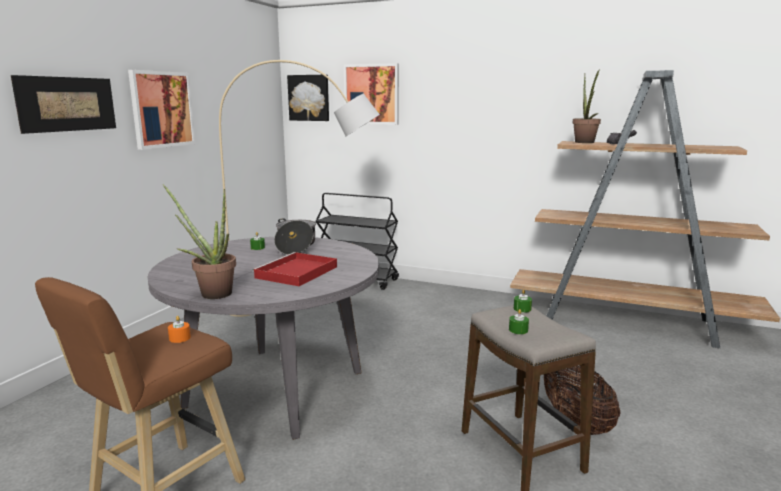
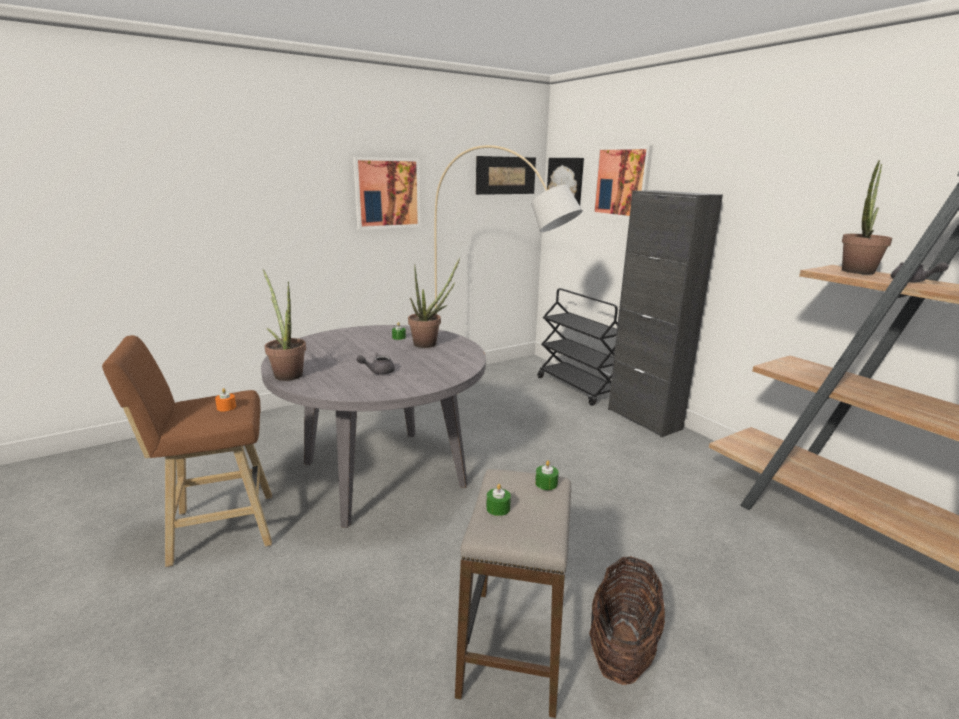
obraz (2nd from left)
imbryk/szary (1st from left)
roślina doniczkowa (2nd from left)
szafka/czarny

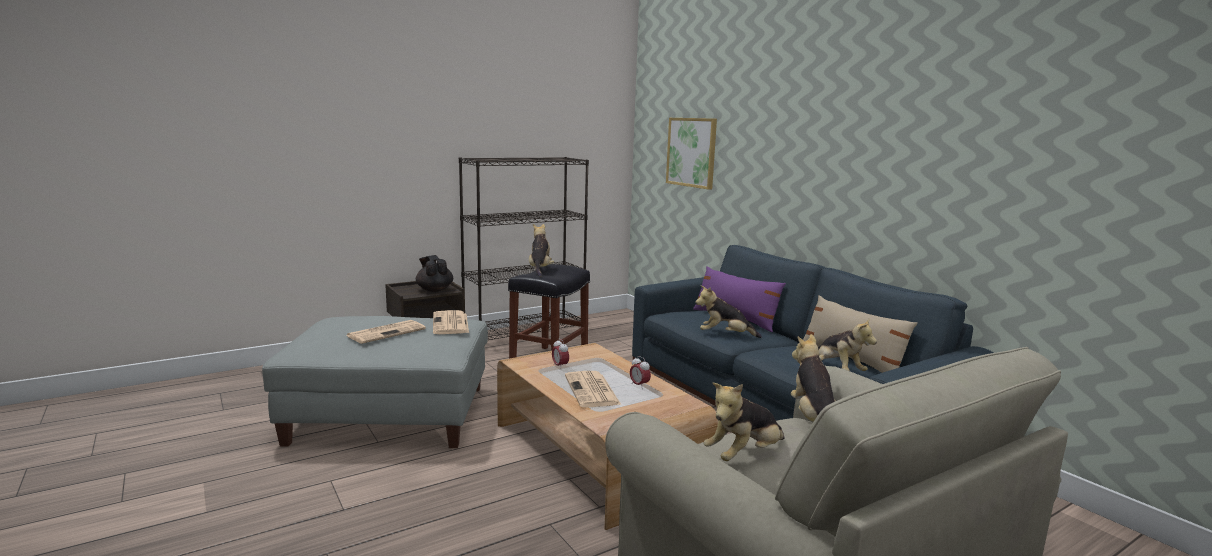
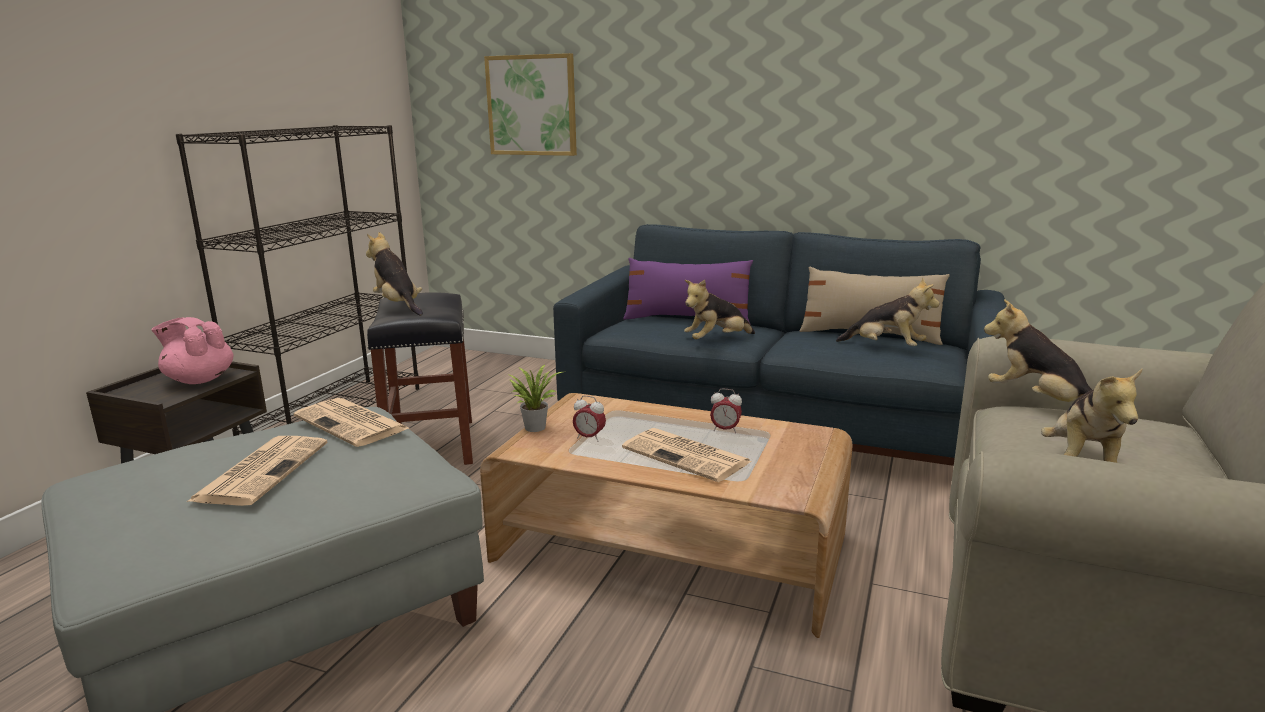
imbryk/różowy
roślina doniczkowa

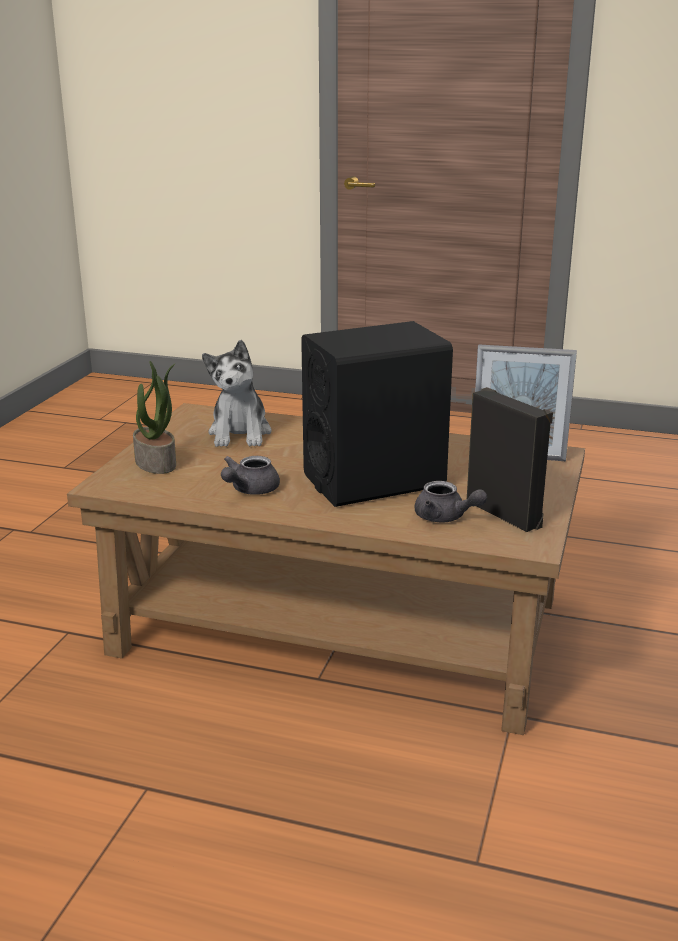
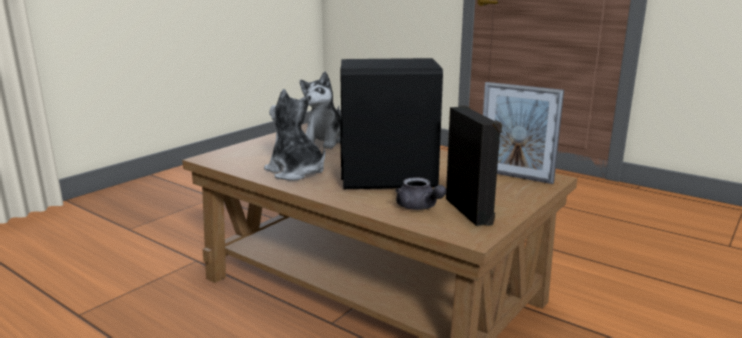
roślina doniczkowa
pluszak (1st from left)

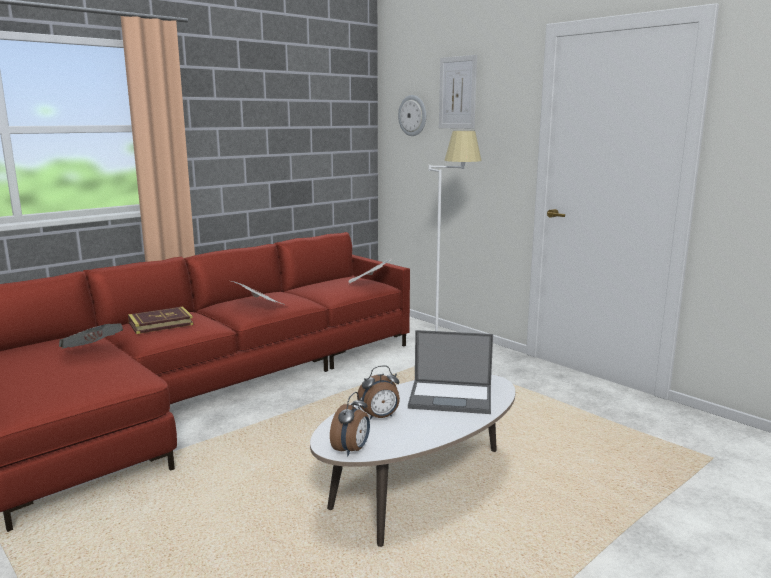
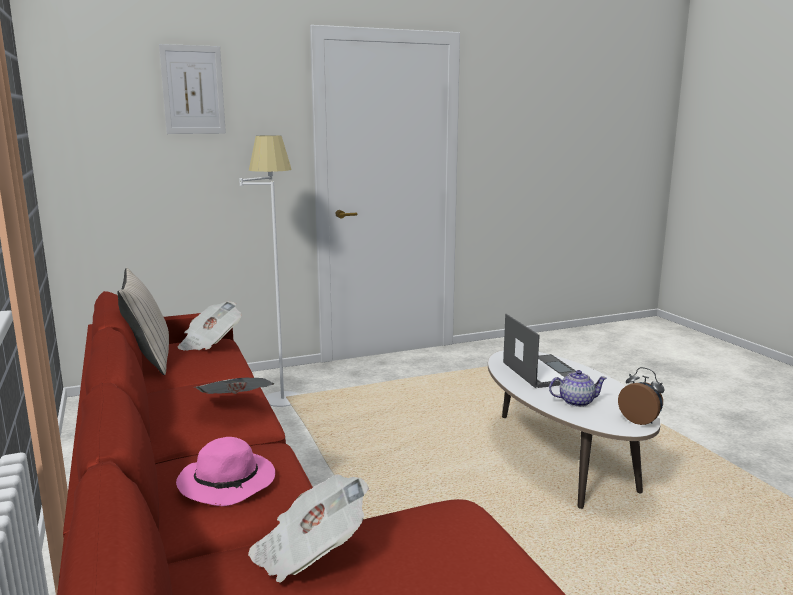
kapelusz/różowy
imbryk
zegar ścienny
laptop
poduszka/beżowy

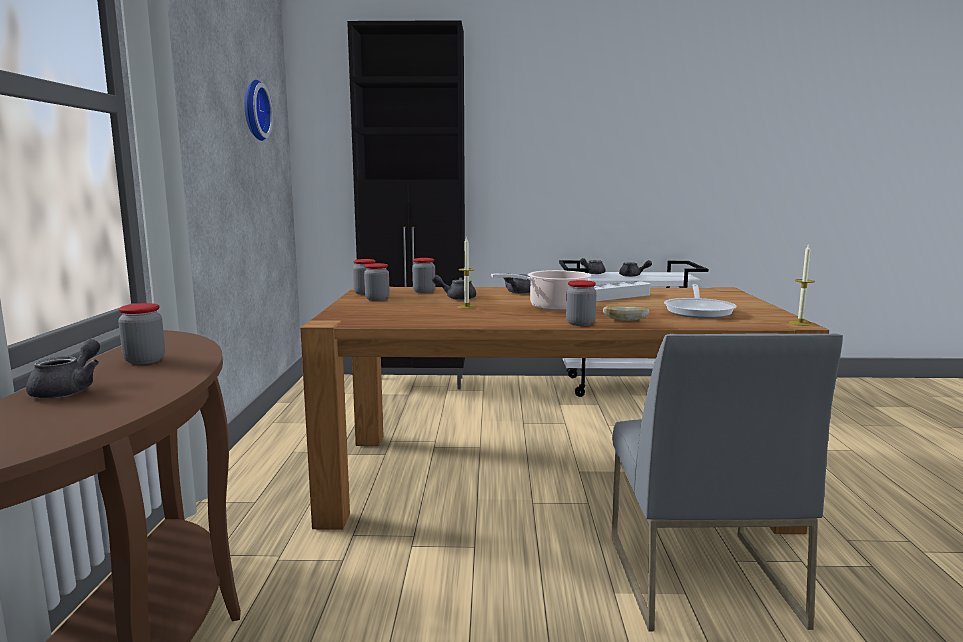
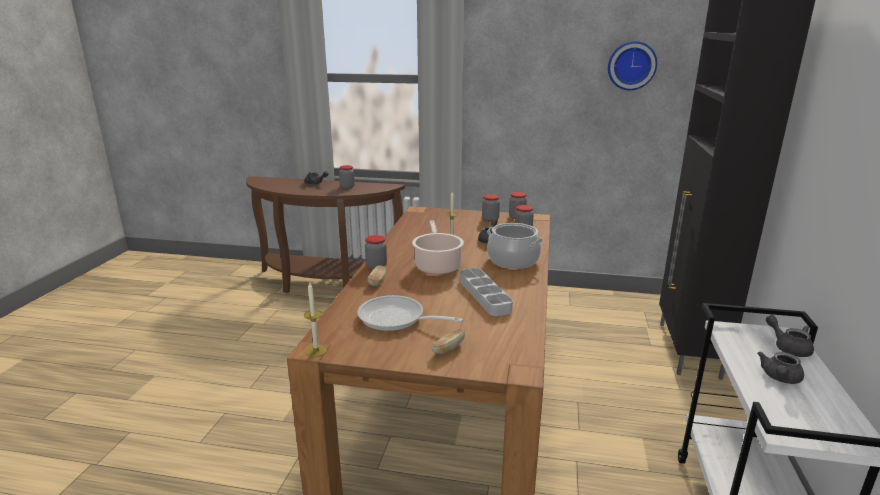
garnek (2nd from left)
krzesło/szary
chleb (2nd from left)

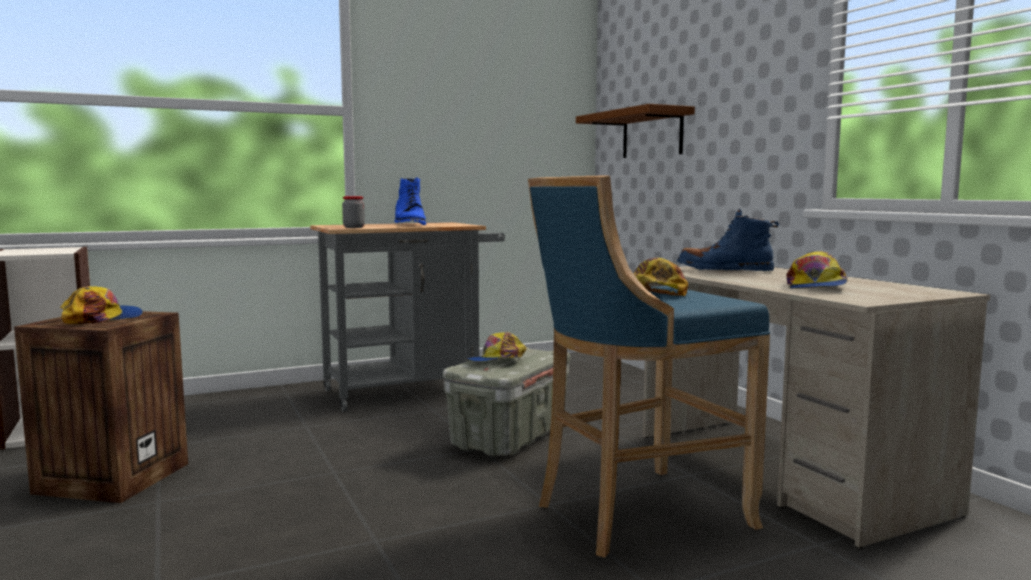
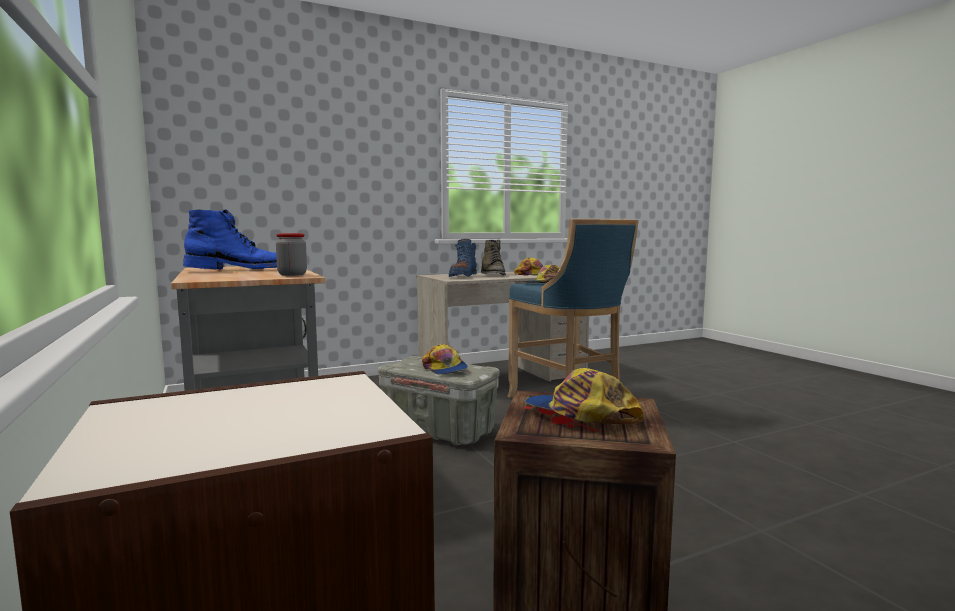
półka/brązowy
but z cholewką/zielony

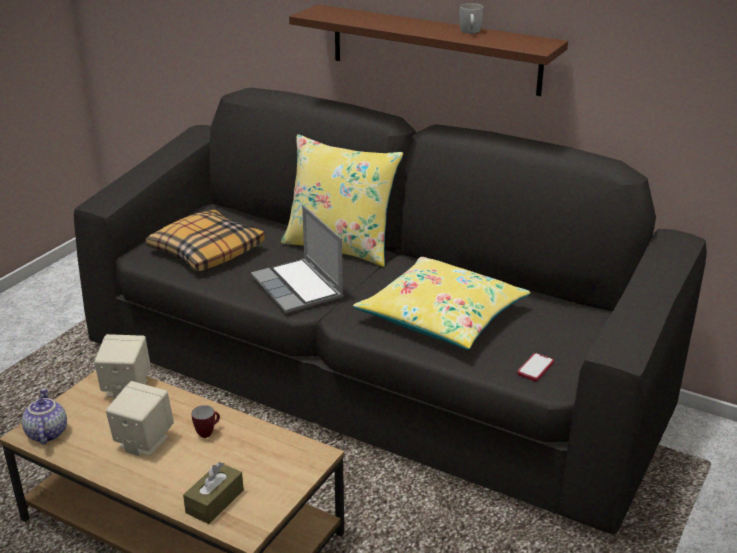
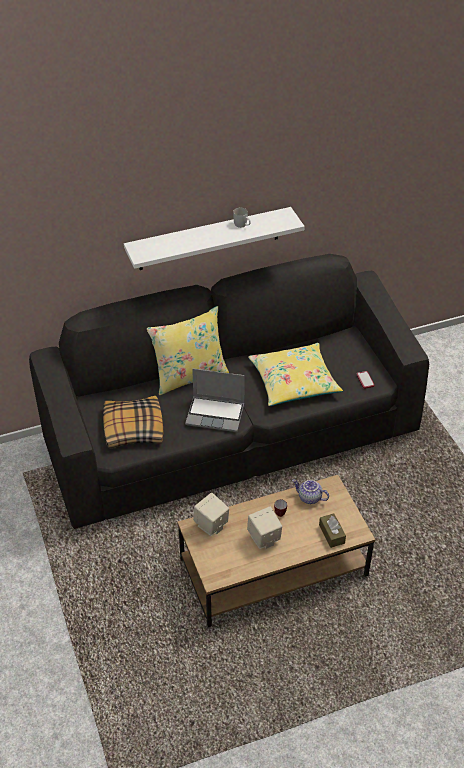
imbryk
półka/biały

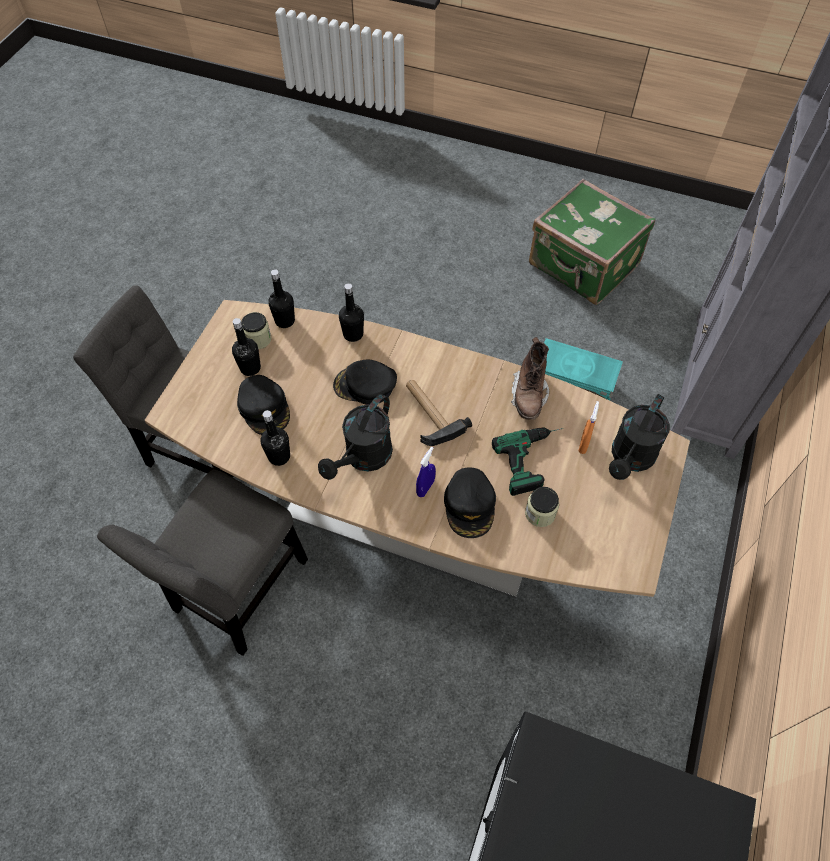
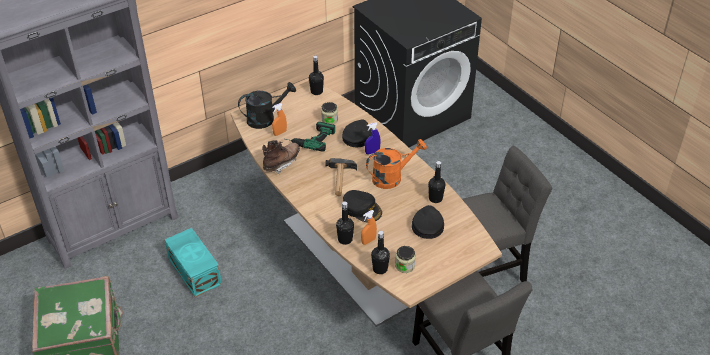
butelka/czarny (1st from left)
konewka/pomarańczowy
spryskiwacz/pomarańczowy (2nd from left)

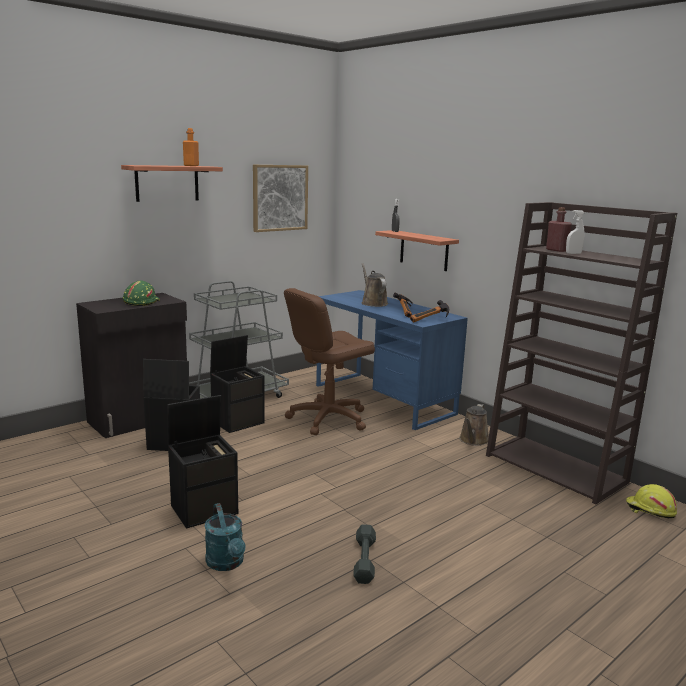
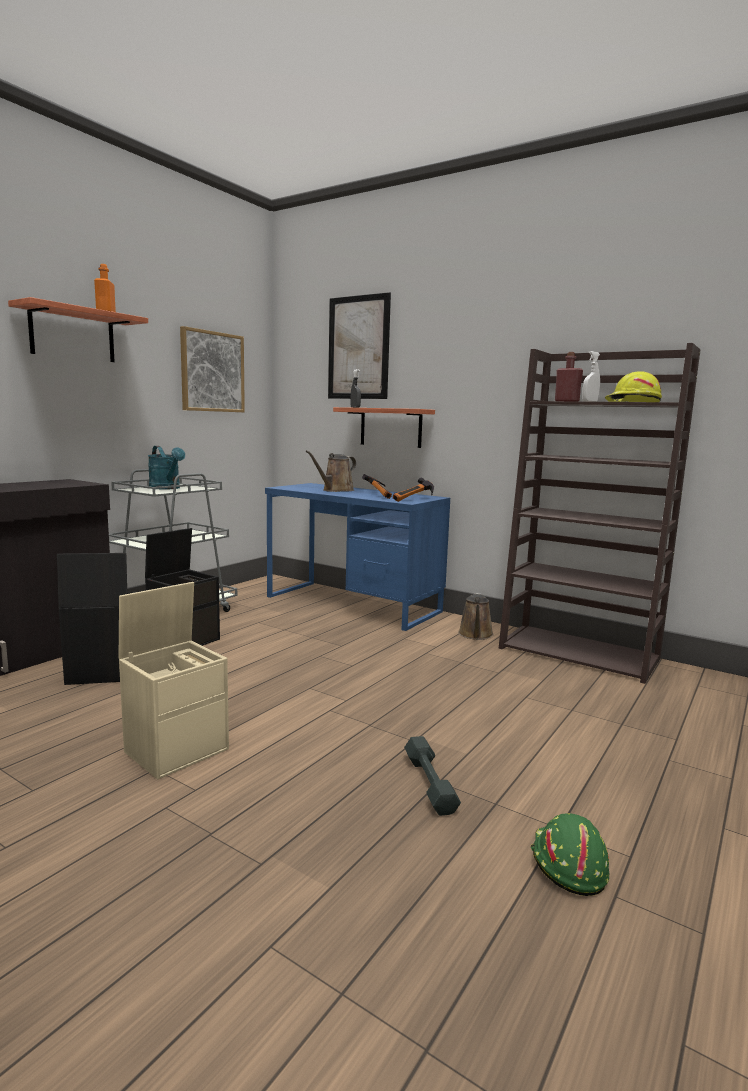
kask/zielony
pojemnik do przechowywania/beżowy
konewka/turkusowy
krzesło biurowe/brązowy
konewka/brązowy (1st from left)
kask/żółty
obraz (2nd from left)

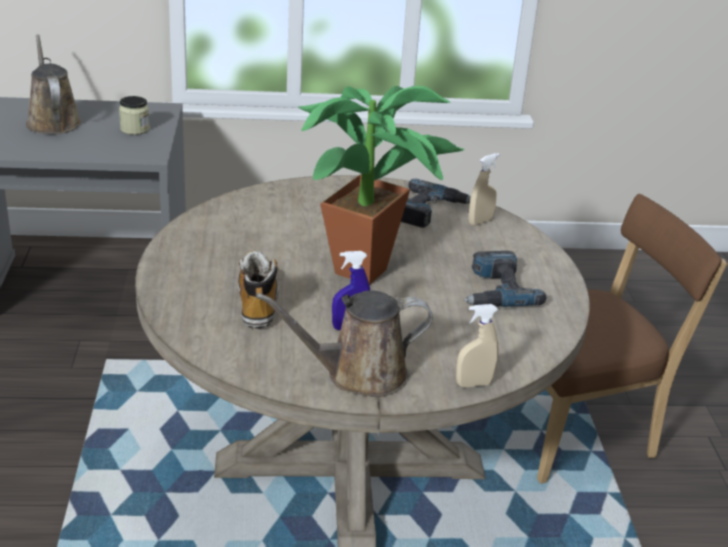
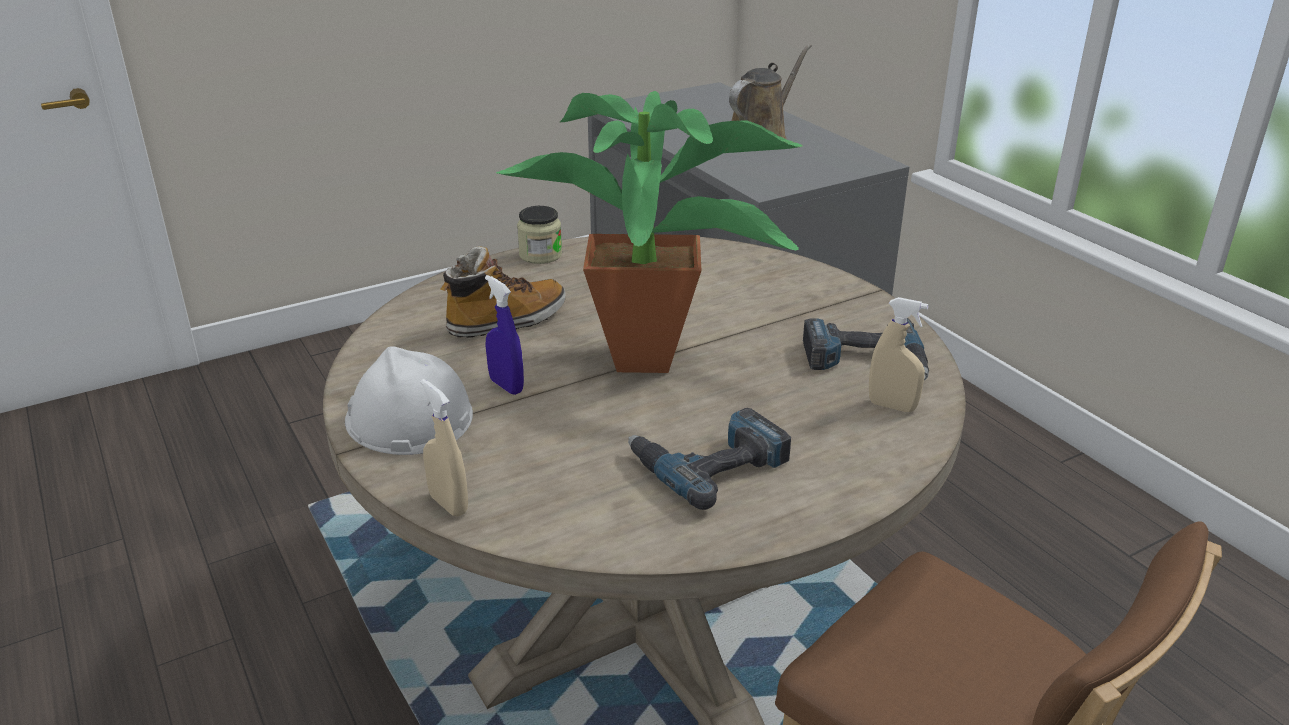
słoik
kask/biały

